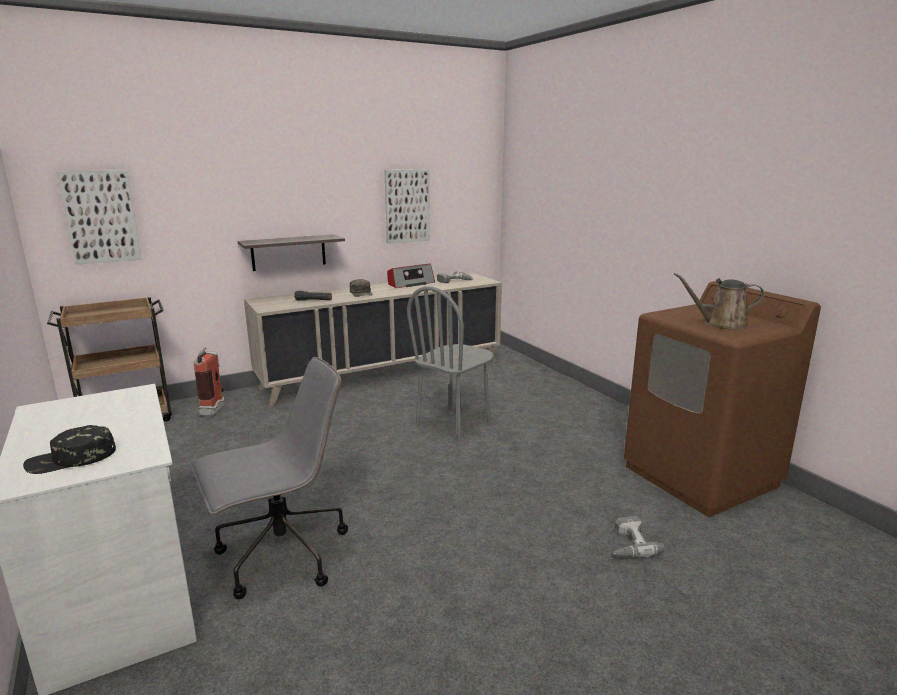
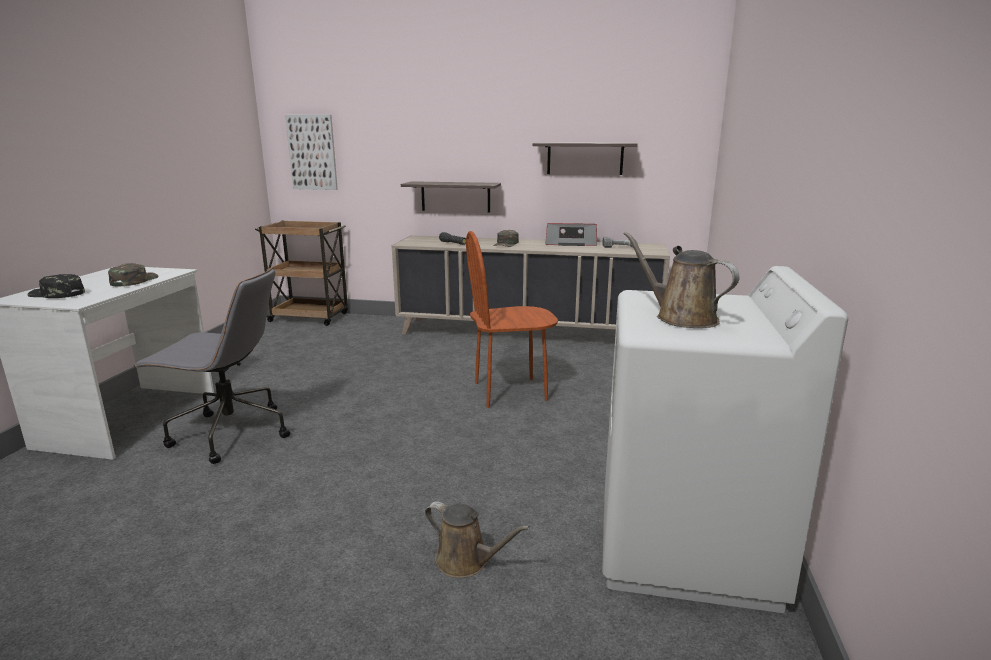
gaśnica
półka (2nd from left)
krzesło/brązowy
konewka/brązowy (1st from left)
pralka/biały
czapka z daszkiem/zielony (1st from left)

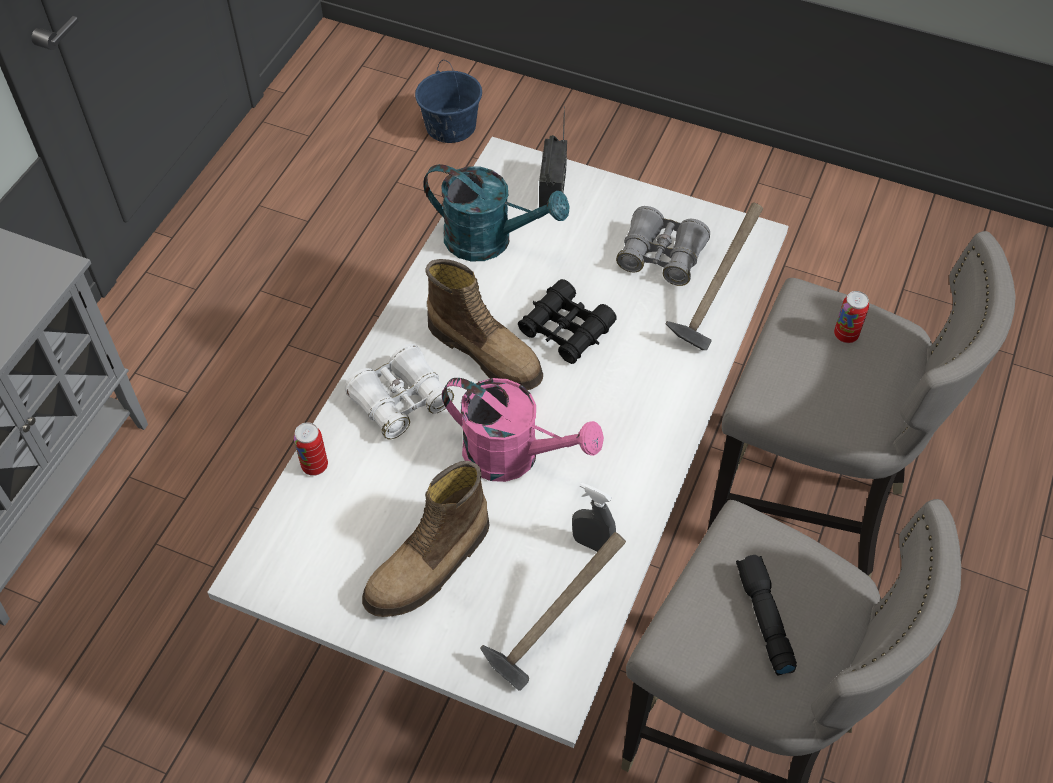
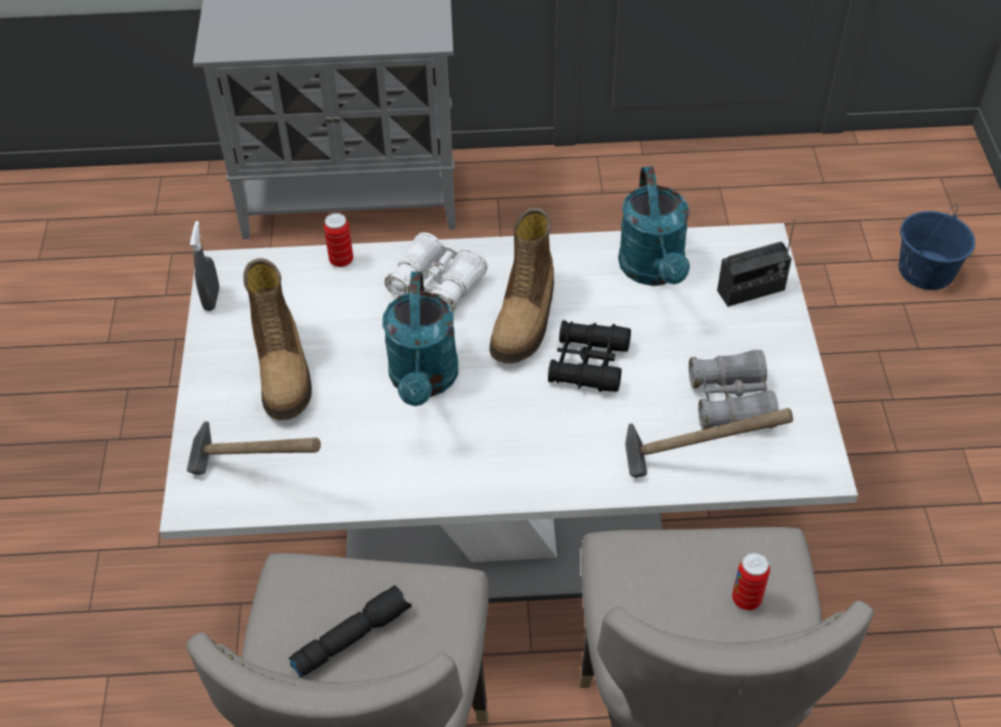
but z cholewką (1st from left)
konewka/turkusowy (1st from left)
spryskiwacz/szary

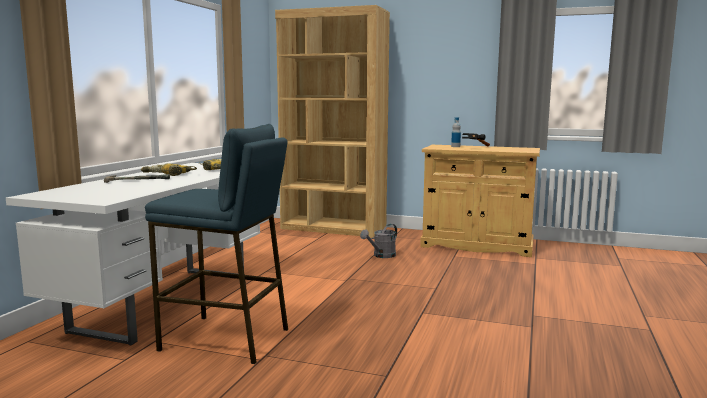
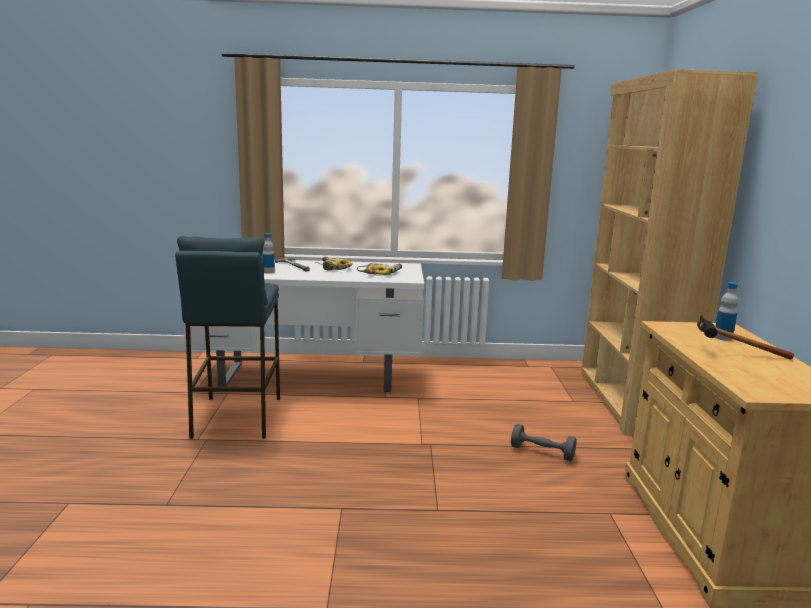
hantel/szary
butelka (1st from left)

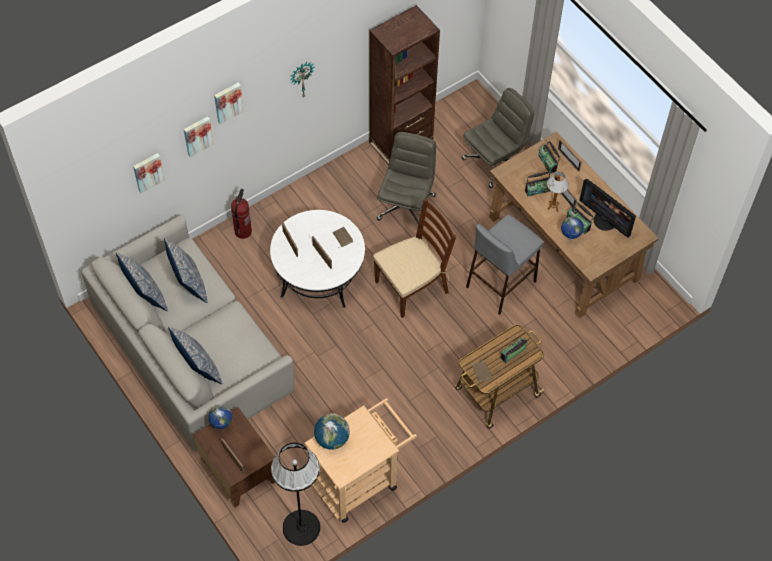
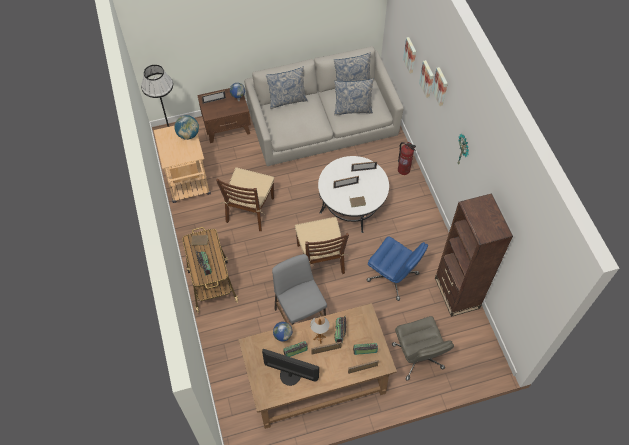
krzesło biurowe/niebieski
monitor
krzesło/brązowy (1st from left)

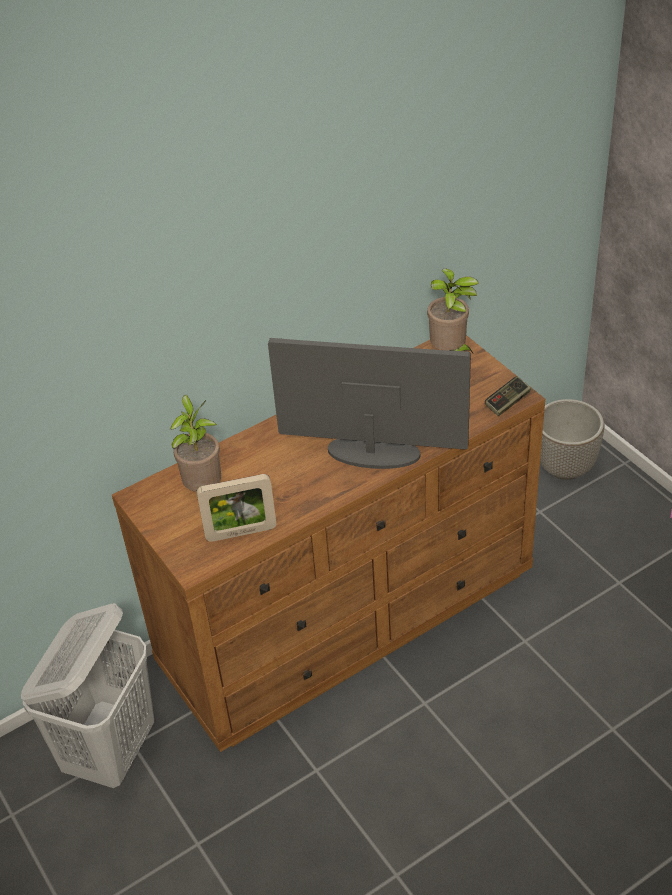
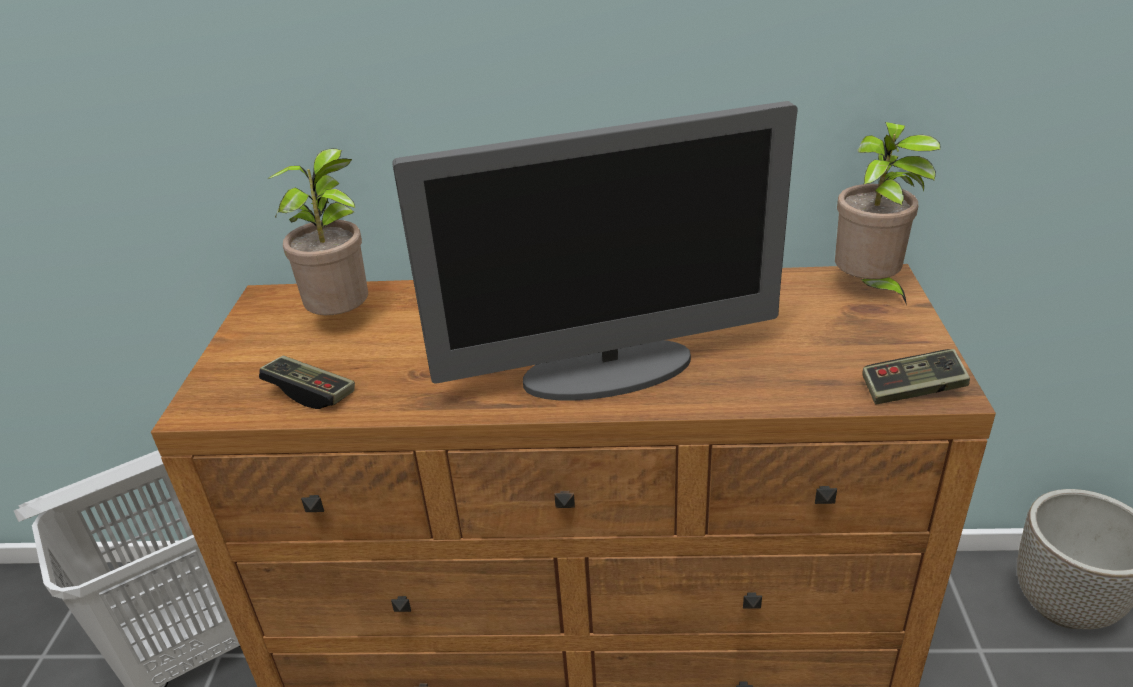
pad do gier (1st from left)
monitor

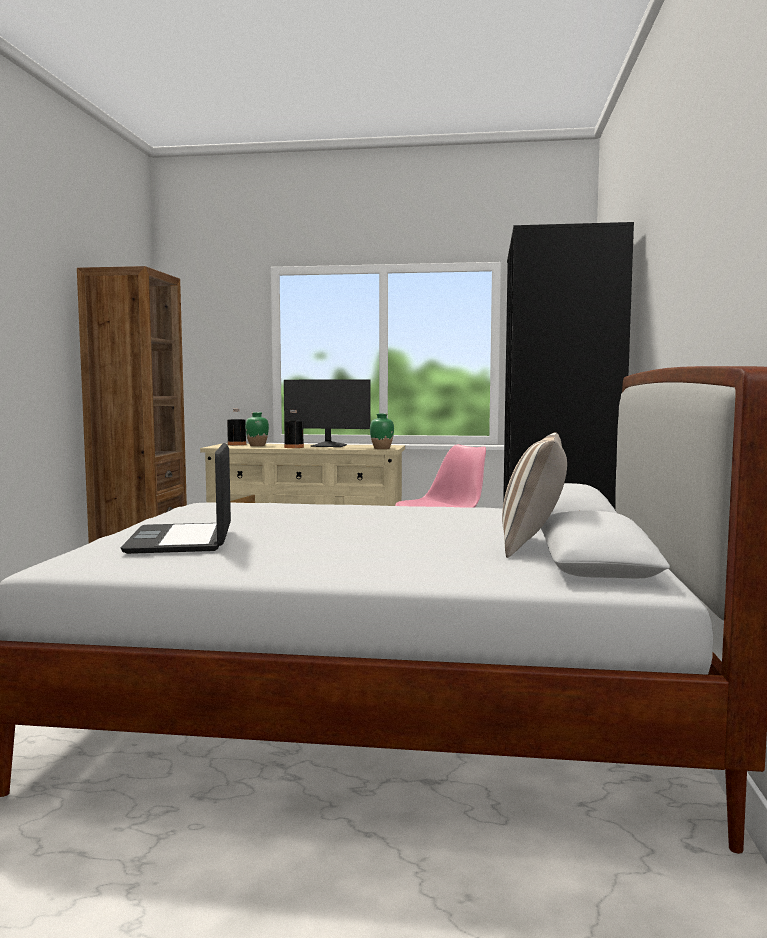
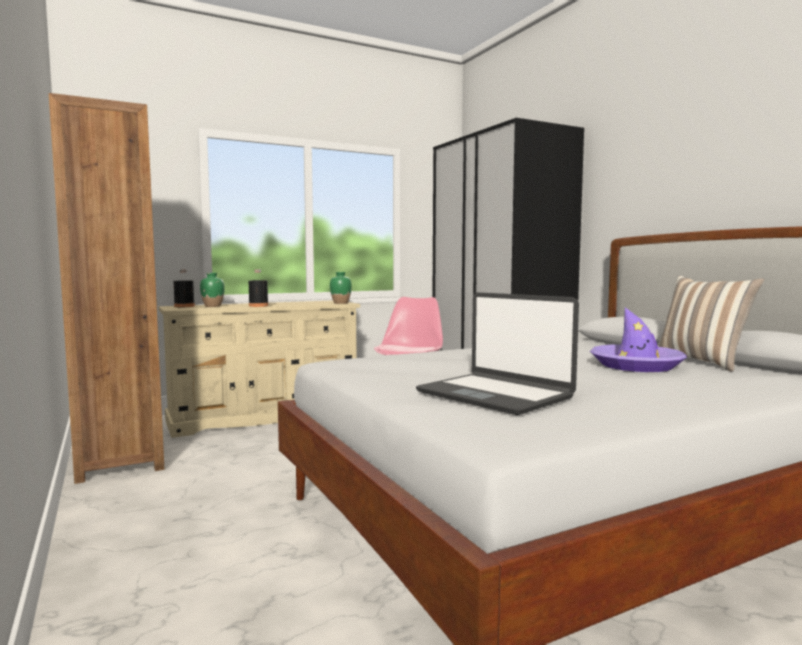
monitor
kapelusz/fioletowy

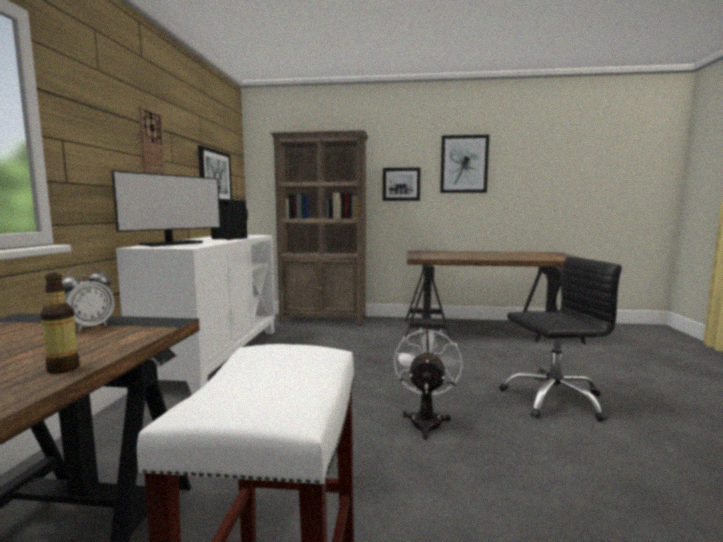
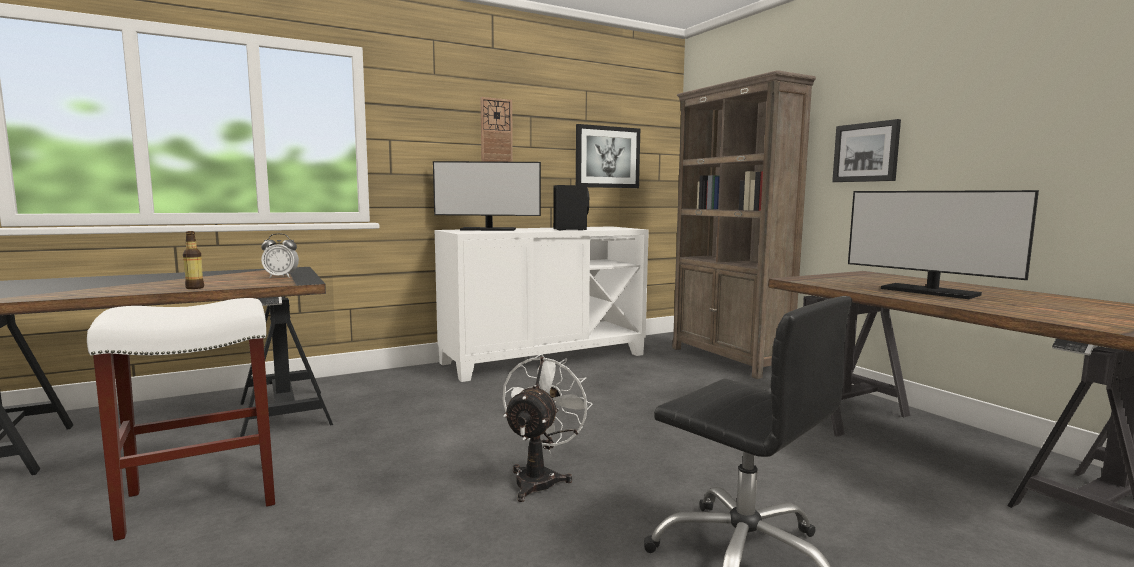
wentylator/biały
obraz (3rd from left in the first image)
monitor (2nd from left)

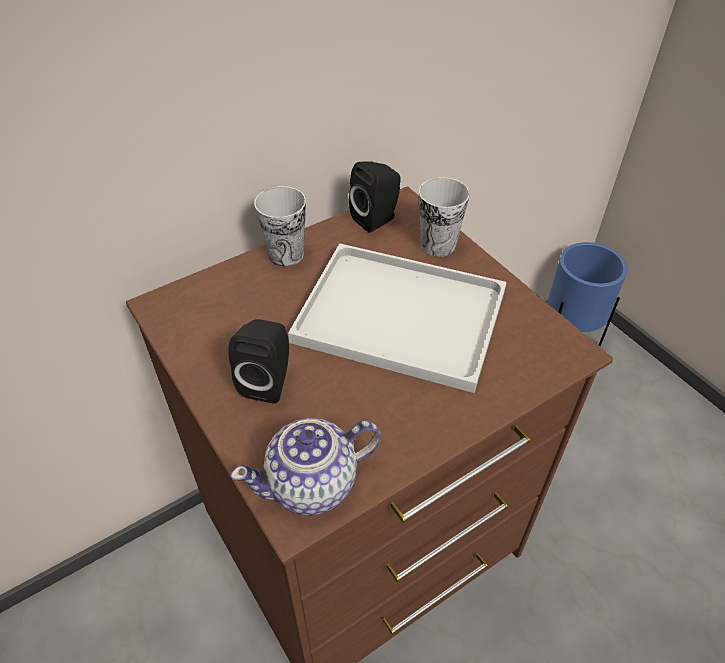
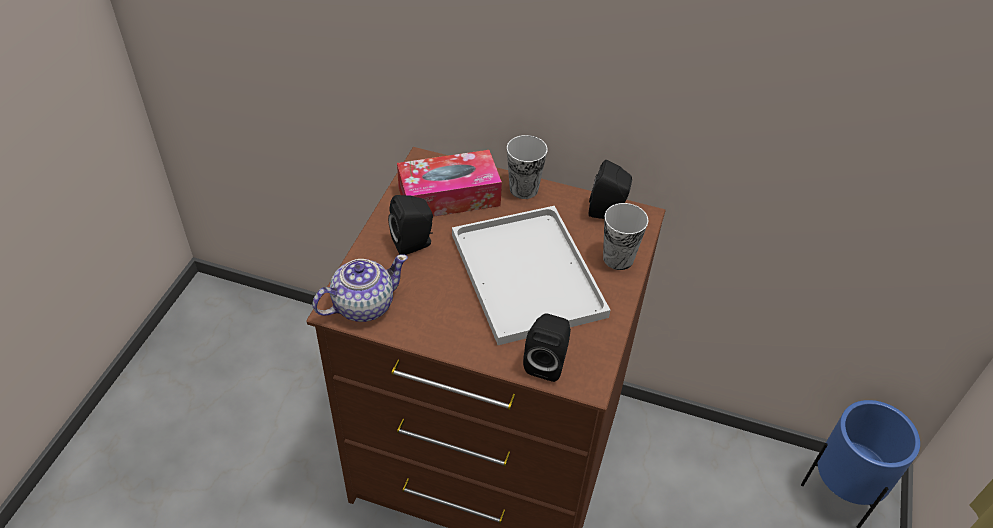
imbryk
pudełko chusteczek
głośnik/czarny (2nd from left)

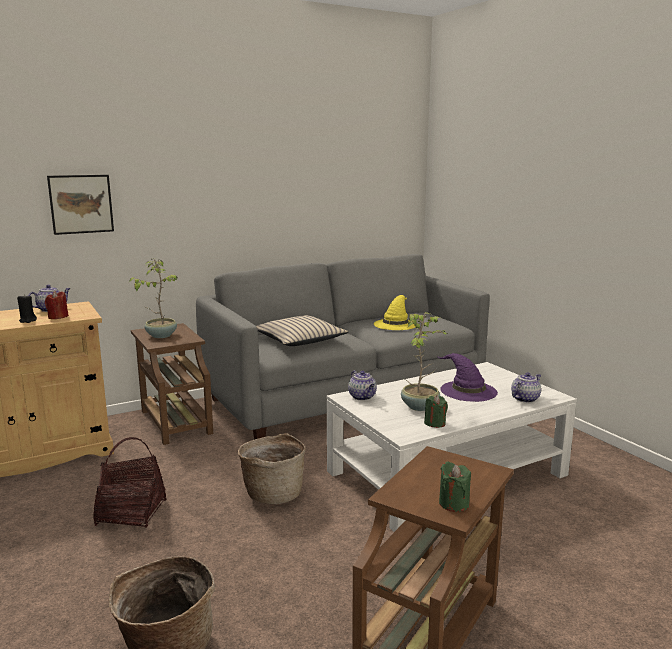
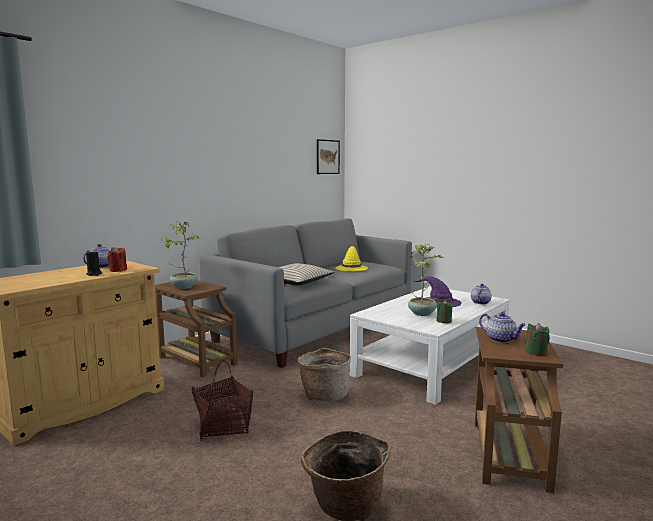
obraz
imbryk (3rd from left)

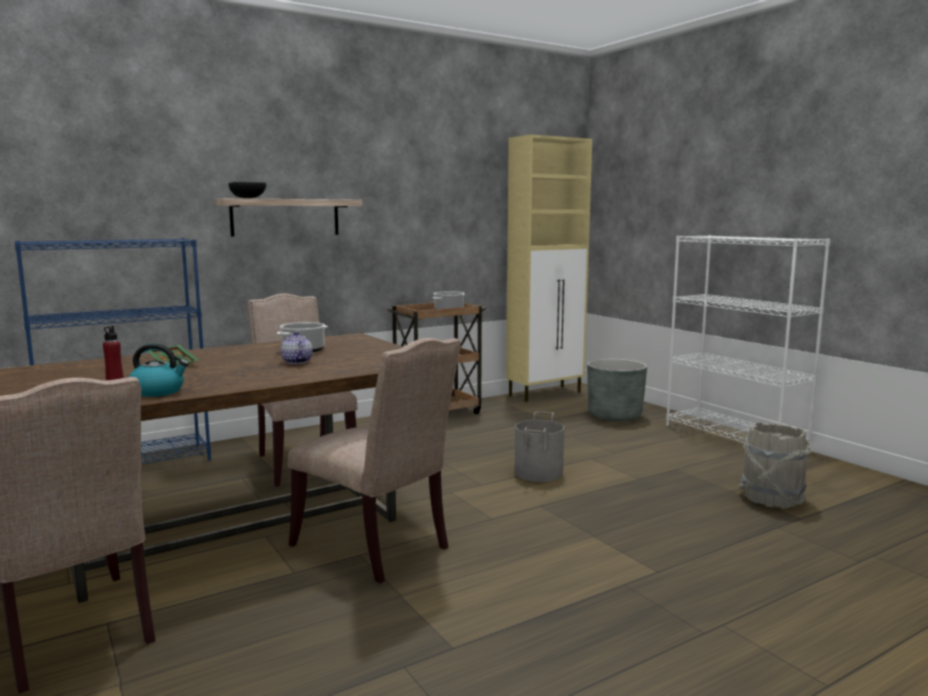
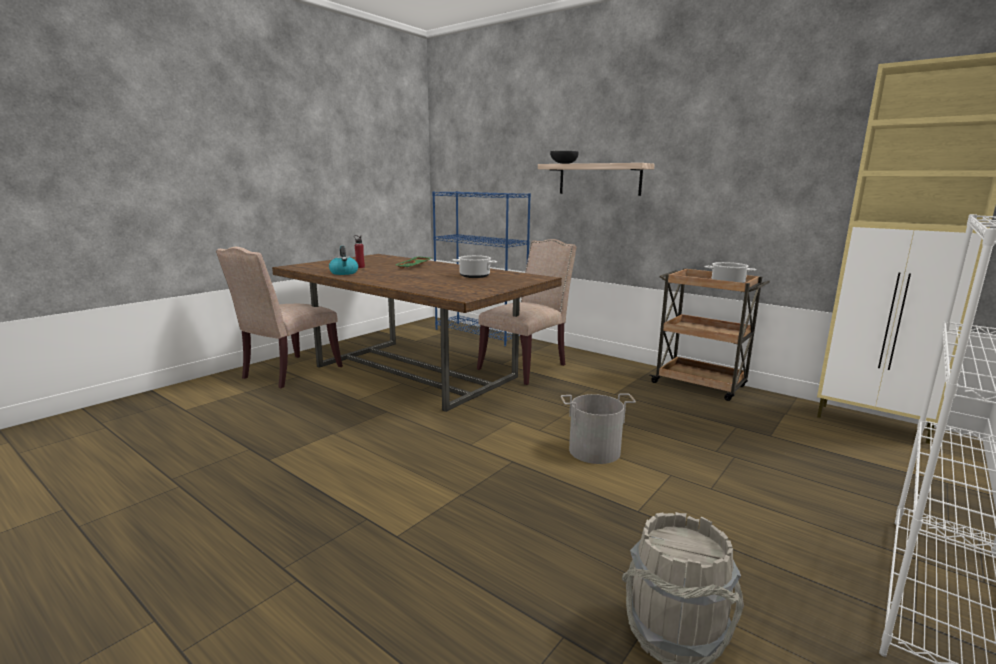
imbryk
krzesło/beżowy (3rd from left in the first image)
donica/szary

